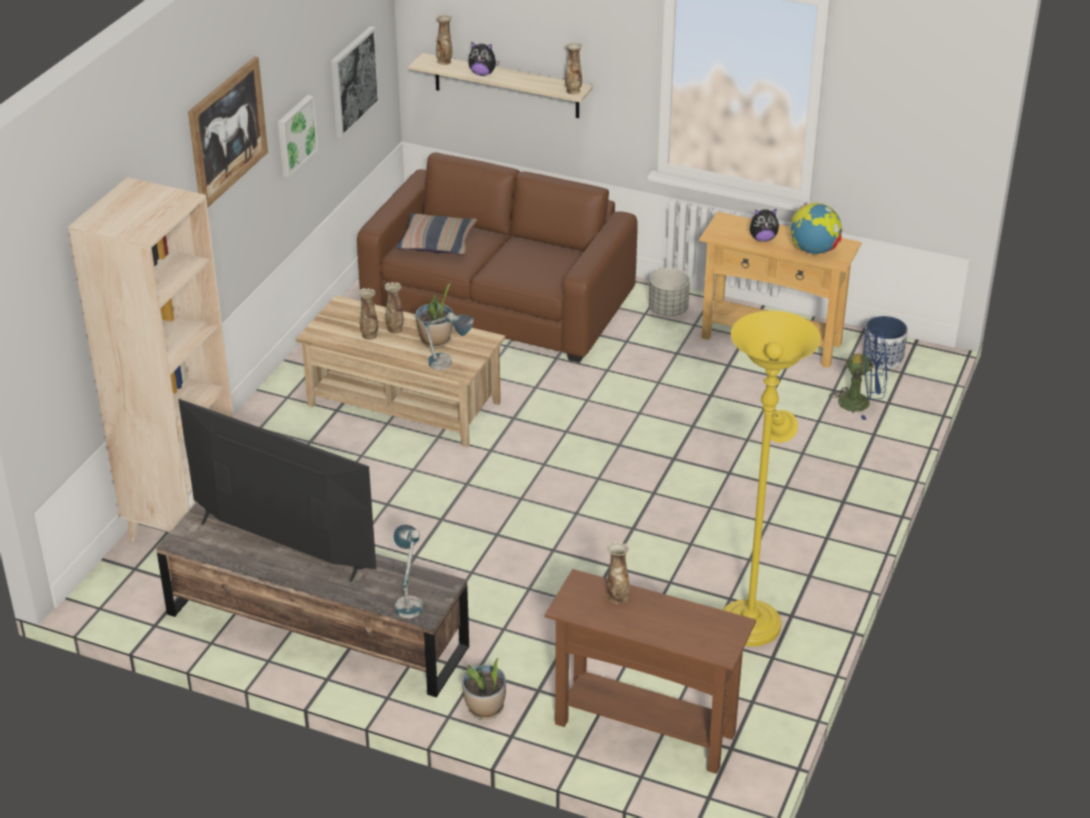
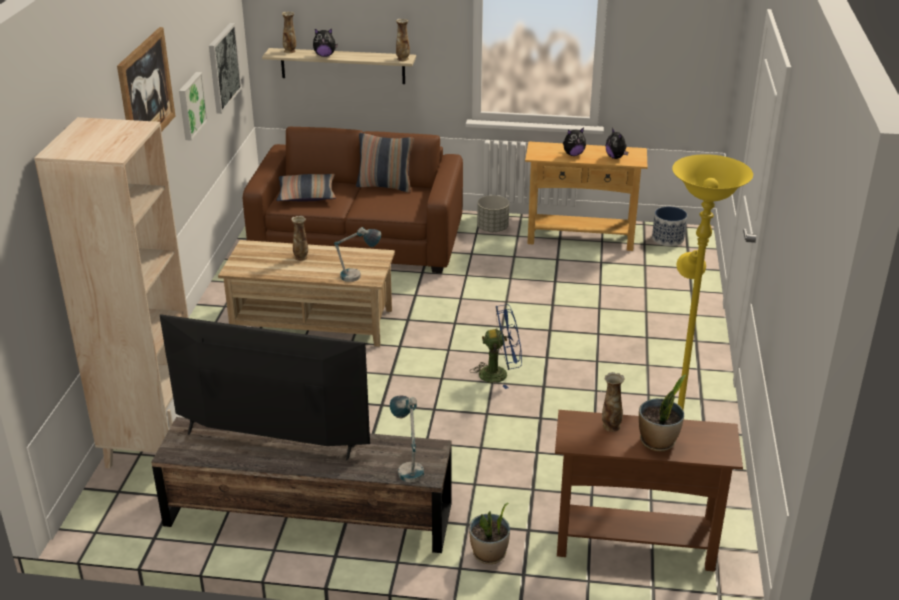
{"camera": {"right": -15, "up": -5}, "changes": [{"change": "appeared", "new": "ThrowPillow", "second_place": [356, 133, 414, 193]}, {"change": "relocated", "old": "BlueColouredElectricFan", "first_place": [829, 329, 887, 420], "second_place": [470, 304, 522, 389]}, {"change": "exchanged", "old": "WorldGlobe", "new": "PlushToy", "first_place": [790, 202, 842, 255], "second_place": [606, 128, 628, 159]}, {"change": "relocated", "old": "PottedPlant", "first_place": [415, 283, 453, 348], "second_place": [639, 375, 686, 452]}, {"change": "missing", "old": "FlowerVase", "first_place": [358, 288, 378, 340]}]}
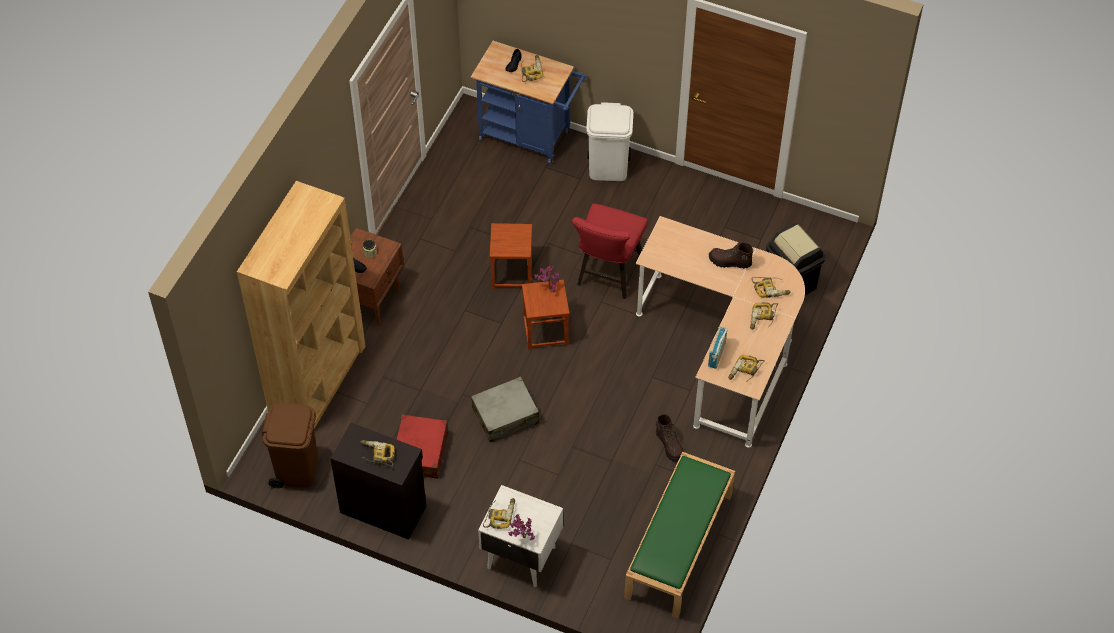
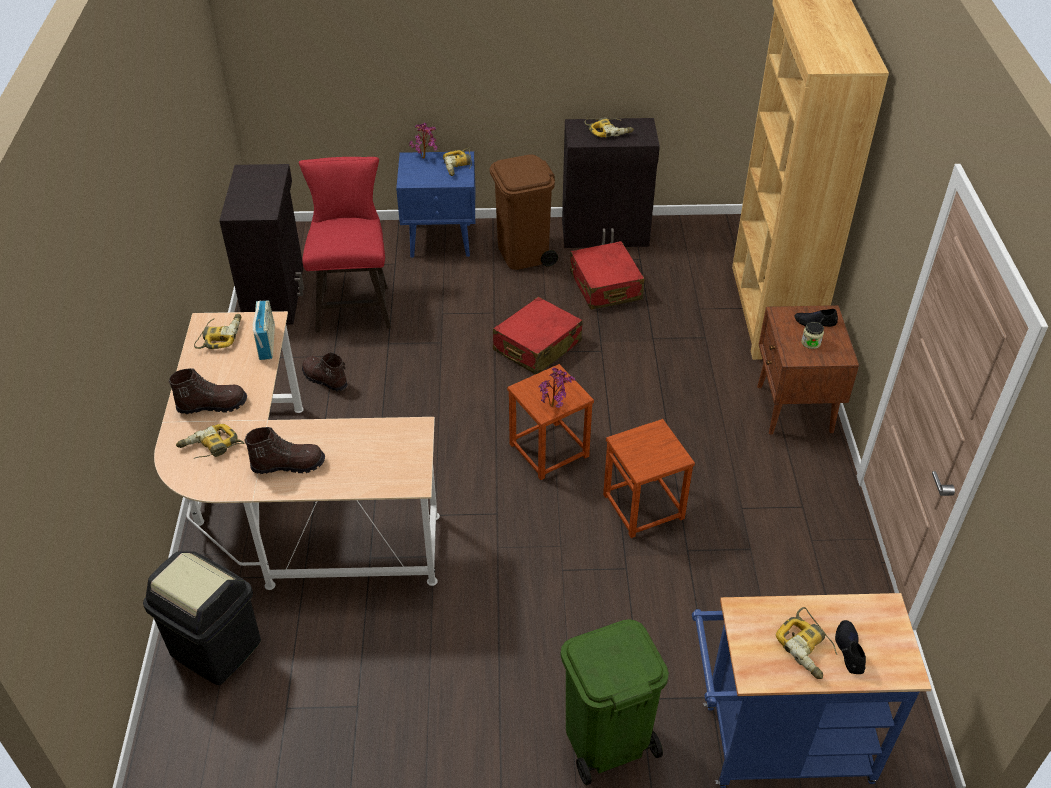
{"camera": {"right": 155, "up": -10}, "changes": [{"change": "exchanged", "old": "ElectricDrill", "new": "BrownHighTopBoot", "first_place": [750, 302, 778, 330], "second_place": [169, 368, 247, 414]}, {"change": "exchanged", "old": "GreenColouredLongSeat", "new": "BlackishCabinet", "first_place": [624, 452, 735, 619], "second_place": [219, 164, 304, 325]}, {"change": "relocated", "old": "RedStool", "first_place": [572, 203, 648, 299], "second_place": [299, 157, 391, 332]}, {"change": "colour", "old": "WhiteColouredNightTable", "new": "BlueColouredNightTable", "first_place": [478, 485, 563, 587], "second_place": [396, 151, 475, 258]}, {"change": "relocated", "old": "BrownTrashCan", "first_place": [262, 403, 318, 488], "second_place": [490, 155, 558, 270]}, {"change": "colour", "old": "GreyishSuitcase", "new": "RedSuitcase", "first_place": [471, 376, 540, 442], "second_place": [493, 297, 582, 374]}, {"change": "colour", "old": "WhiteColouredTrashCan", "new": "GreenColouredTrashCan", "first_place": [586, 102, 633, 181], "second_place": [561, 619, 669, 785]}]}
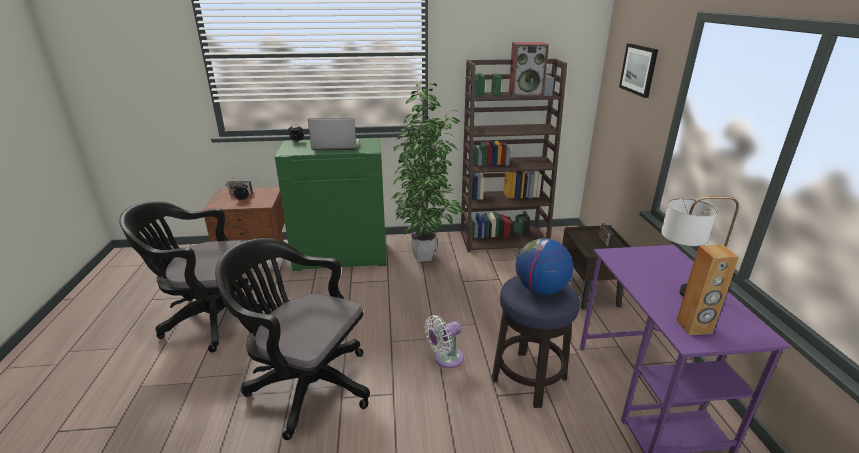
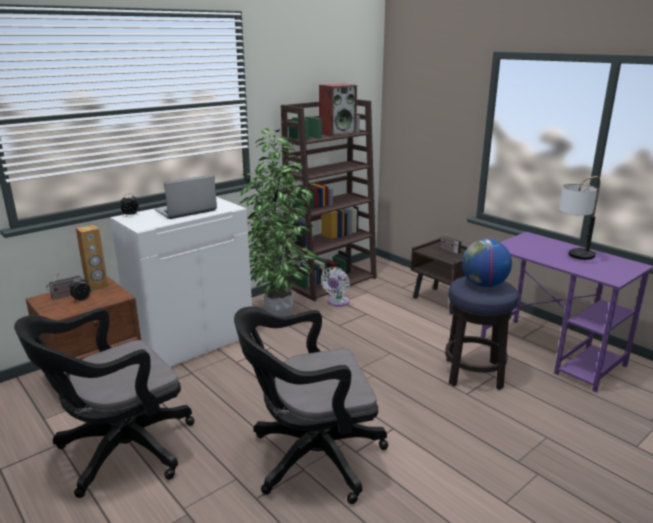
{"camera": {"right": -35, "up": -5}, "changes": [{"change": "relocated", "old": "BrownAudioSpeaker", "first_place": [676, 245, 739, 335], "second_place": [76, 225, 108, 292]}, {"change": "colour", "old": "GreenColouredCabinet", "new": "WhiteColouredCabinet", "first_place": [275, 138, 387, 271], "second_place": [110, 197, 253, 367]}, {"change": "relocated", "old": "WhiteColouredElectricFan", "first_place": [425, 315, 464, 368], "second_place": [321, 267, 350, 306]}, {"change": "missing", "old": "WallPicture", "first_place": [619, 43, 658, 98]}]}
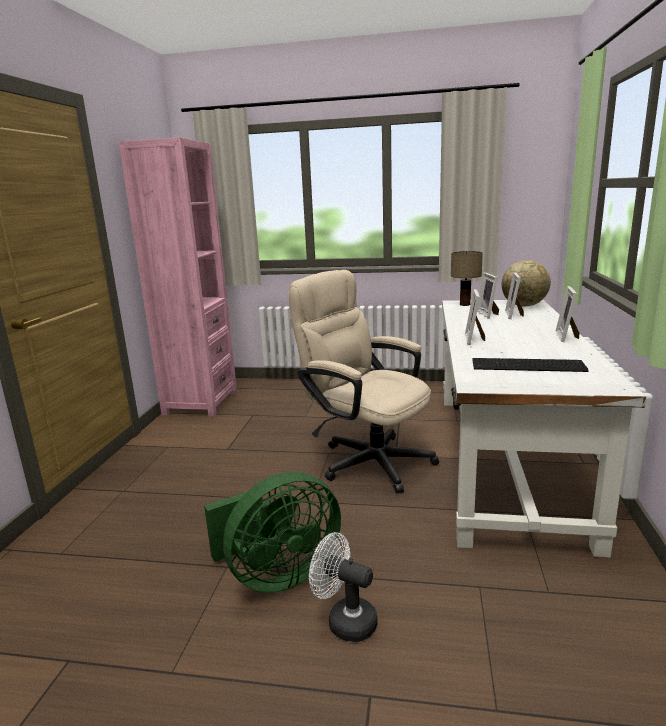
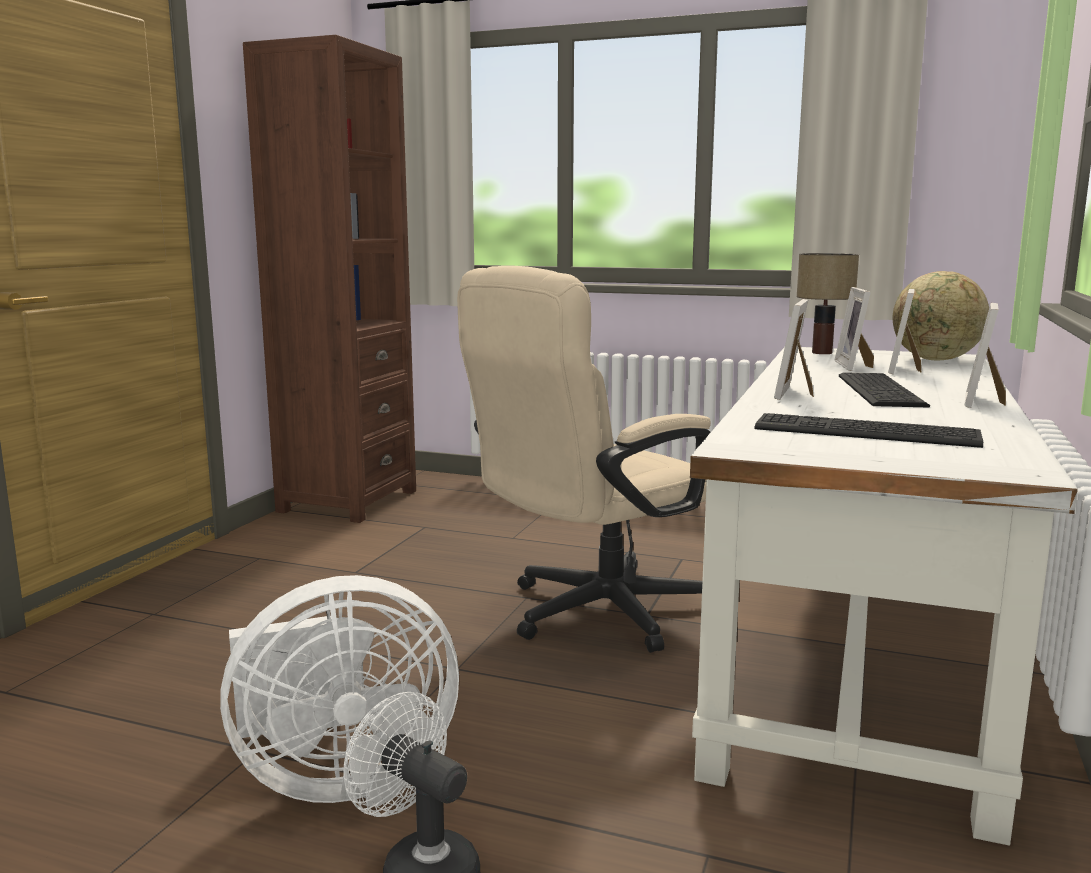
{"camera": {"right": 10, "up": -5}, "changes": [{"change": "colour", "old": "GreenColouredElectricFan", "new": "WhiteColouredElectricFan", "first_place": [204, 472, 341, 593], "second_place": [220, 575, 459, 803]}, {"change": "colour", "old": "PinkColouredBookcase", "new": "BrownBookcase", "first_place": [119, 137, 237, 417], "second_place": [243, 35, 416, 523]}, {"change": "spun", "old": "BeigeColouredComputerChair", "first_place": [288, 270, 439, 493], "second_place": [457, 266, 711, 653], "degrees": -90}, {"change": "appeared", "new": "PcKeyboard", "second_place": [839, 372, 930, 408]}]}
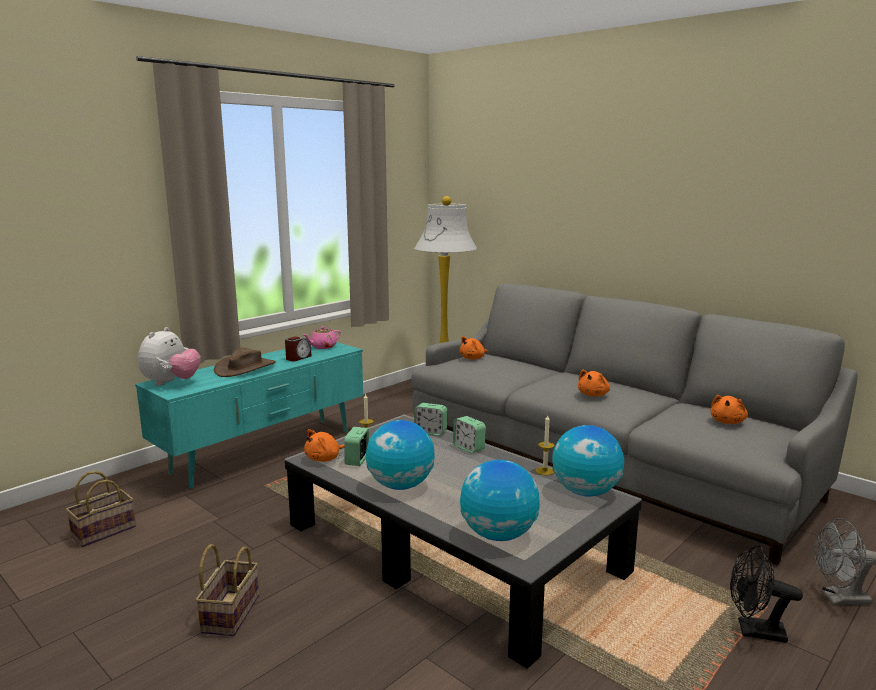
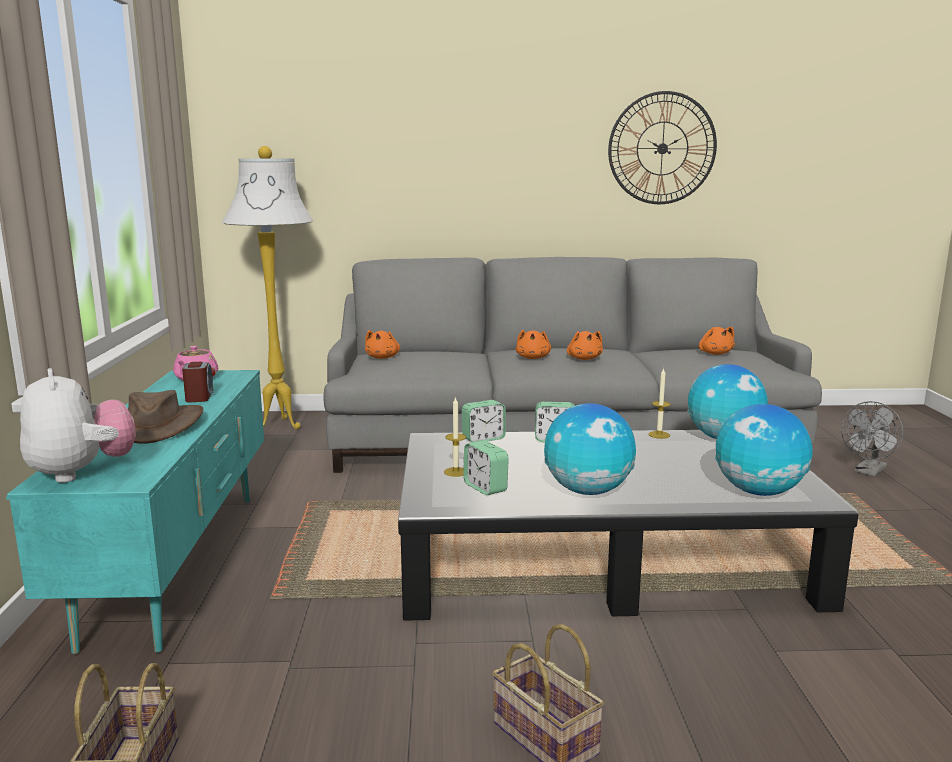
{"camera": {"right": -45, "up": 0}, "changes": [{"change": "relocated", "old": "OrangeColouredPlushToy", "first_place": [304, 429, 344, 462], "second_place": [516, 330, 551, 359]}, {"change": "appeared", "new": "ClockOnTheWall", "second_place": [608, 91, 717, 204]}, {"change": "missing", "old": "BlackishElectricFan", "first_place": [730, 545, 803, 643]}]}
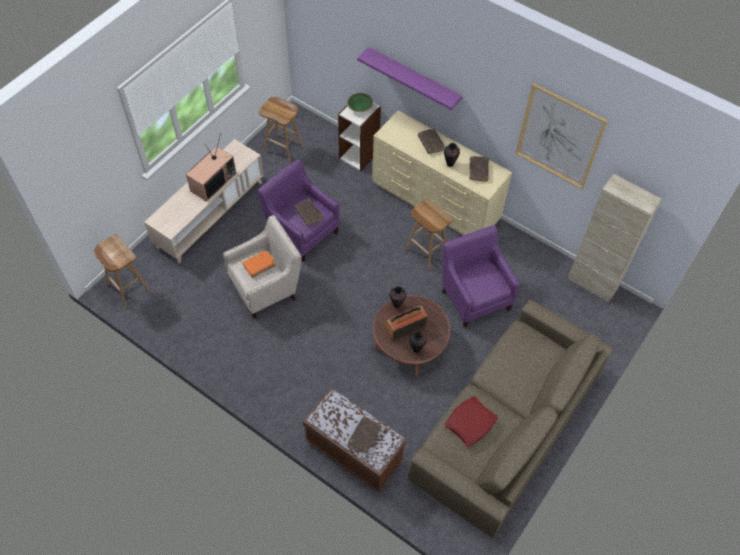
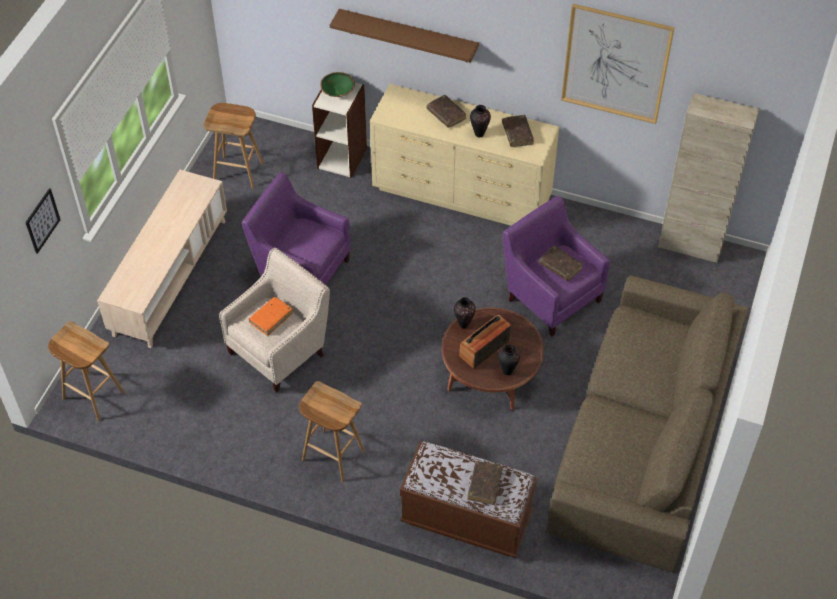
{"camera": {"right": -15, "up": -5}, "changes": [{"change": "appeared", "new": "WallPicture", "second_place": [25, 188, 60, 254]}, {"change": "relocated", "old": "BrownStool", "first_place": [405, 198, 453, 270], "second_place": [299, 381, 365, 482]}, {"change": "colour", "old": "PurplishShelf", "new": "BrownShelf", "first_place": [357, 47, 463, 110], "second_place": [330, 9, 479, 63]}, {"change": "relocated", "old": "BrownVolume", "first_place": [294, 198, 323, 226], "second_place": [539, 246, 582, 281]}, {"change": "missing", "old": "Television", "first_place": [186, 133, 236, 202]}, {"change": "missing", "old": "RedThrowPillow", "first_place": [445, 396, 498, 447]}]}
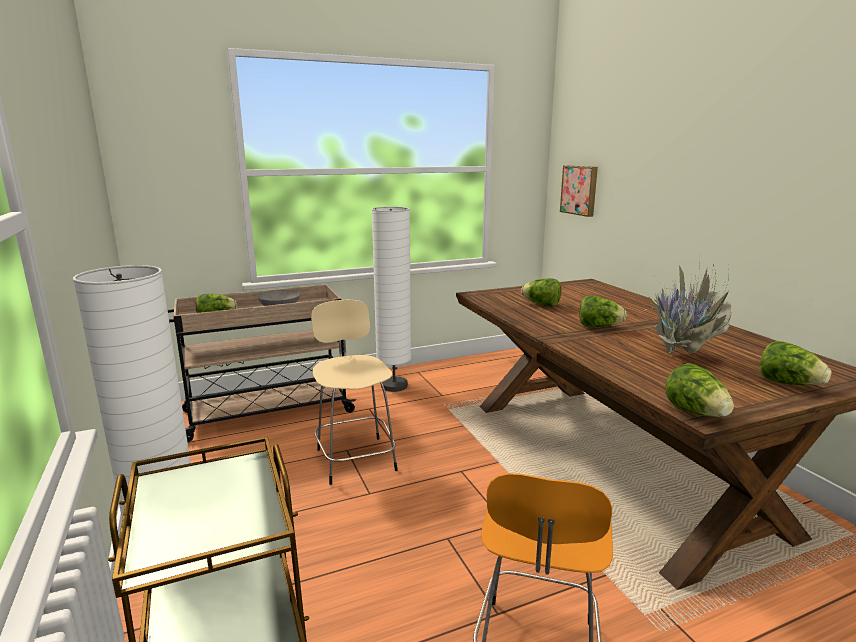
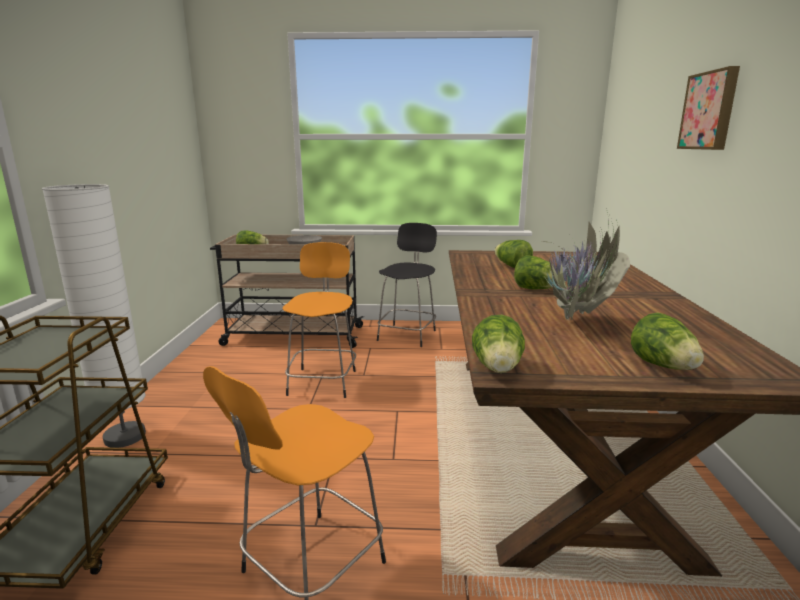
{"camera": {"right": 25, "up": 0}, "changes": [{"change": "colour", "old": "BeigeColouredStool", "new": "OrangeColouredStool", "first_place": [311, 300, 397, 485], "second_place": [283, 242, 356, 398]}, {"change": "exchanged", "old": "WhiteColouredStandingLamp", "new": "BlackishStool", "first_place": [372, 207, 411, 392], "second_place": [377, 223, 437, 347]}, {"change": "relocated", "old": "WallPicture", "first_place": [560, 166, 598, 217], "second_place": [677, 66, 740, 150]}]}
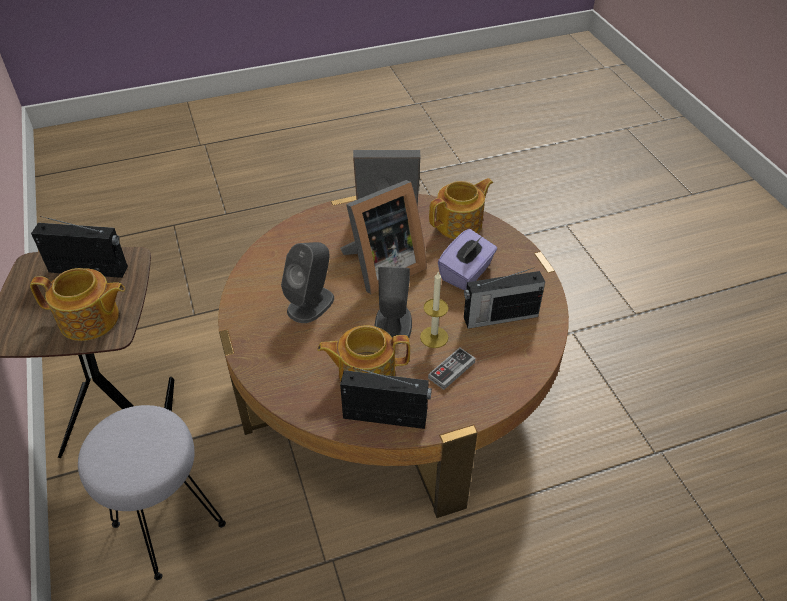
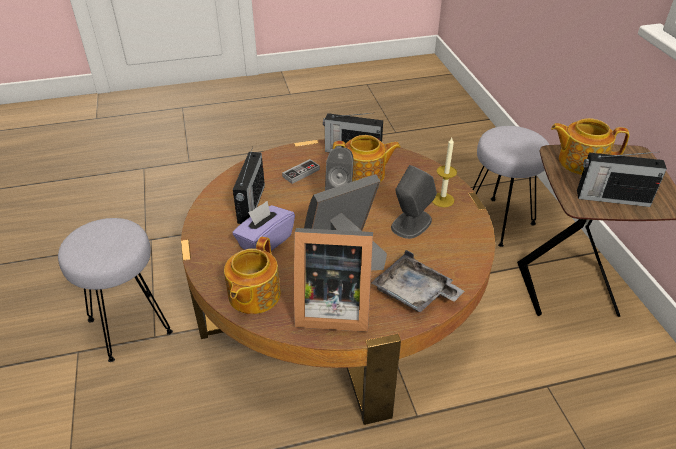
{"camera": {"right": -175, "up": -5}, "changes": [{"change": "appeared", "new": "GreyishStool", "second_place": [58, 218, 173, 362]}, {"change": "spun", "old": "Teapot", "first_place": [429, 178, 493, 239], "second_place": [224, 237, 281, 314], "degrees": -45}, {"change": "spun", "old": "Radio", "first_place": [464, 267, 545, 329], "second_place": [233, 147, 265, 224], "degrees": 105}, {"change": "appeared", "new": "GreyishTray", "second_place": [371, 250, 464, 312]}, {"change": "relocated", "old": "WaxCandle", "first_place": [420, 272, 449, 348], "second_place": [432, 138, 457, 207]}]}
